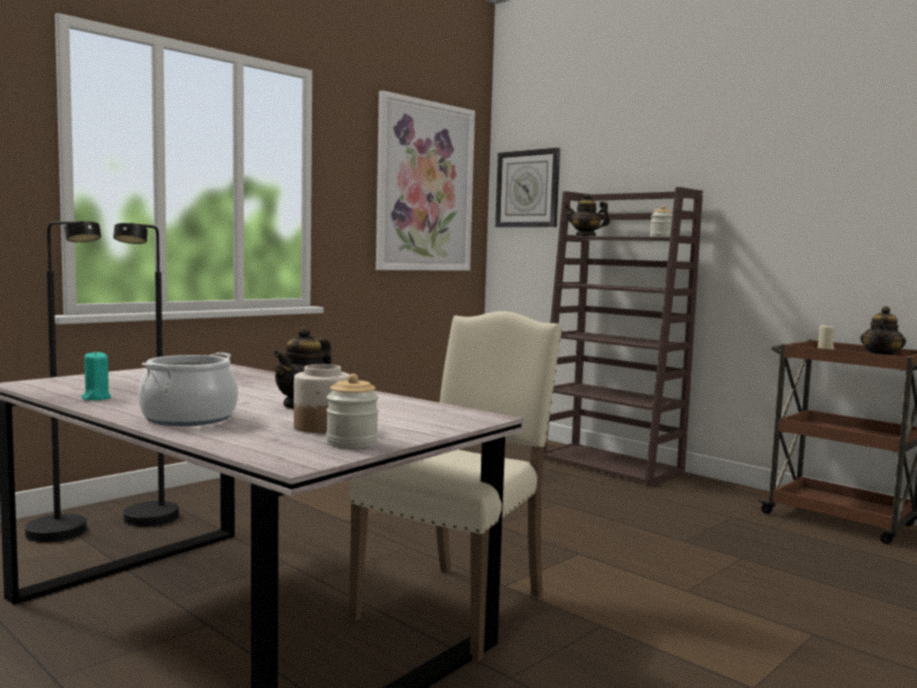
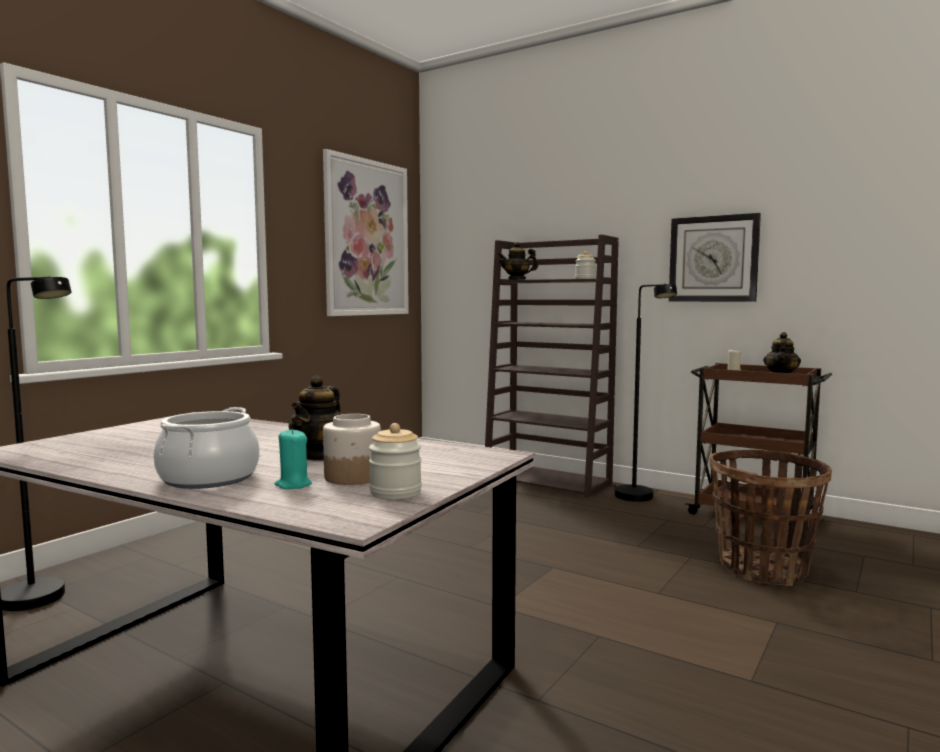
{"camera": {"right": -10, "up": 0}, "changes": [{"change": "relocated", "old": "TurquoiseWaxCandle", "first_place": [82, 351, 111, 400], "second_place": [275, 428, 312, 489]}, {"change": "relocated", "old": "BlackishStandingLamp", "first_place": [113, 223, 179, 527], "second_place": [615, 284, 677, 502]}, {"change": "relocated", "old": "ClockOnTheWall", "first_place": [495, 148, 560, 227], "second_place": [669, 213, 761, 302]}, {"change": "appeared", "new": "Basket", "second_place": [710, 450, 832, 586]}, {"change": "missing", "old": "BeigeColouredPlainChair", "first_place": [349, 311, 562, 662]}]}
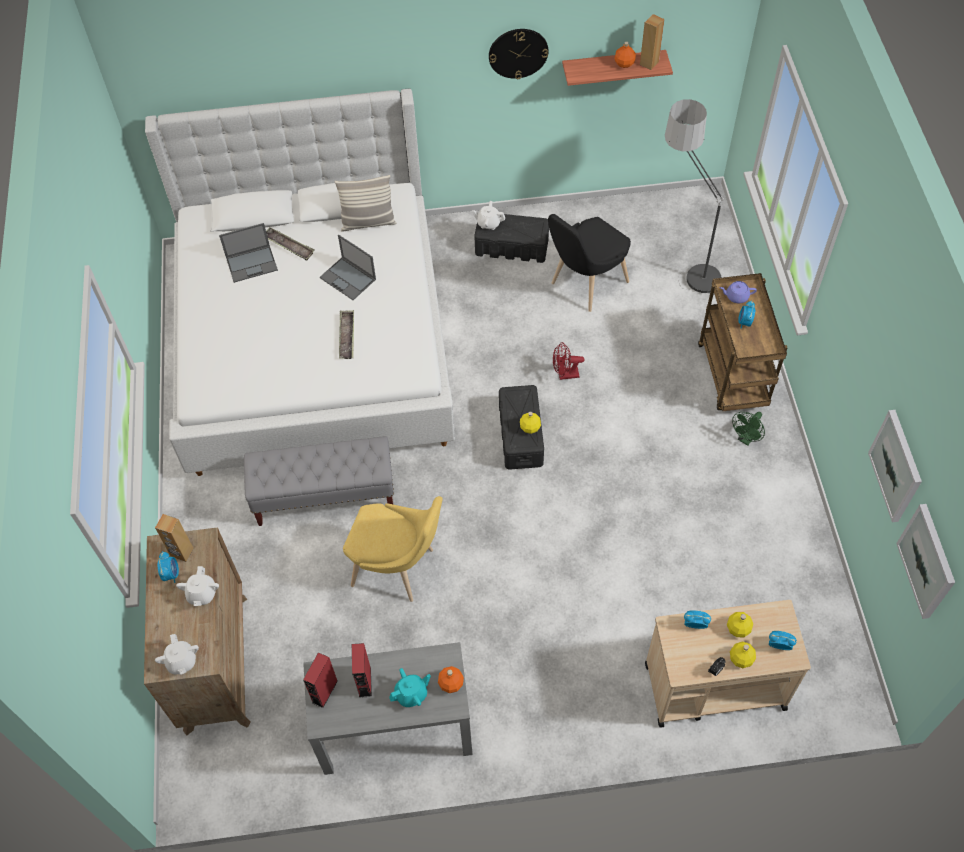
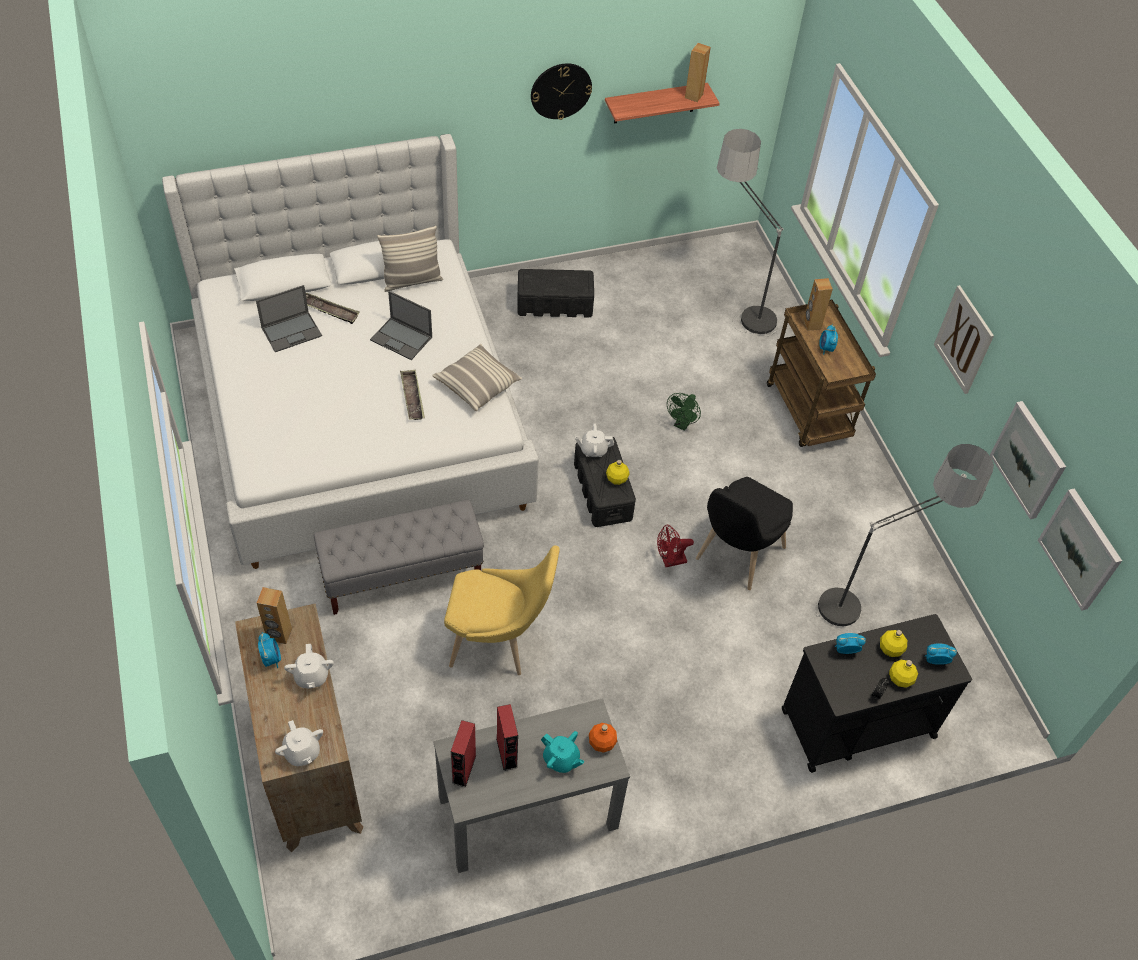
{"camera": {"right": -15, "up": -5}, "changes": [{"change": "appeared", "new": "ThrowPillow", "second_place": [432, 344, 522, 411]}, {"change": "spun", "old": "TurquoiseTeapot", "first_place": [389, 668, 431, 707], "second_place": [541, 731, 585, 773], "degrees": 75}, {"change": "relocated", "old": "WhiteColouredTeapot", "first_place": [472, 201, 505, 230], "second_place": [575, 424, 614, 457]}, {"change": "relocated", "old": "RedElectricFan", "first_place": [553, 342, 584, 380], "second_place": [657, 525, 694, 567]}, {"change": "relocated", "old": "GreenColouredElectricFan", "first_place": [732, 412, 765, 446], "second_place": [667, 393, 701, 431]}, {"change": "relocated", "old": "BlackishPlainChair", "first_place": [548, 214, 631, 312], "second_place": [696, 477, 793, 590]}, {"change": "colour", "old": "BeigeColouredCart", "new": "BlackishCart", "first_place": [645, 600, 811, 728], "second_place": [782, 614, 972, 773]}, {"change": "exchanged", "old": "PurplishTeapot", "new": "BrownAudioSpeaker", "first_place": [720, 281, 757, 303], "second_place": [803, 278, 833, 331]}, {"change": "appeared", "new": "StandingLamp", "second_place": [814, 444, 994, 626]}, {"change": "appeared", "new": "WallPicture", "second_place": [934, 285, 994, 394]}, {"change": "missing", "old": "OrangeColouredDrinkBottle", "first_place": [615, 42, 636, 68]}]}
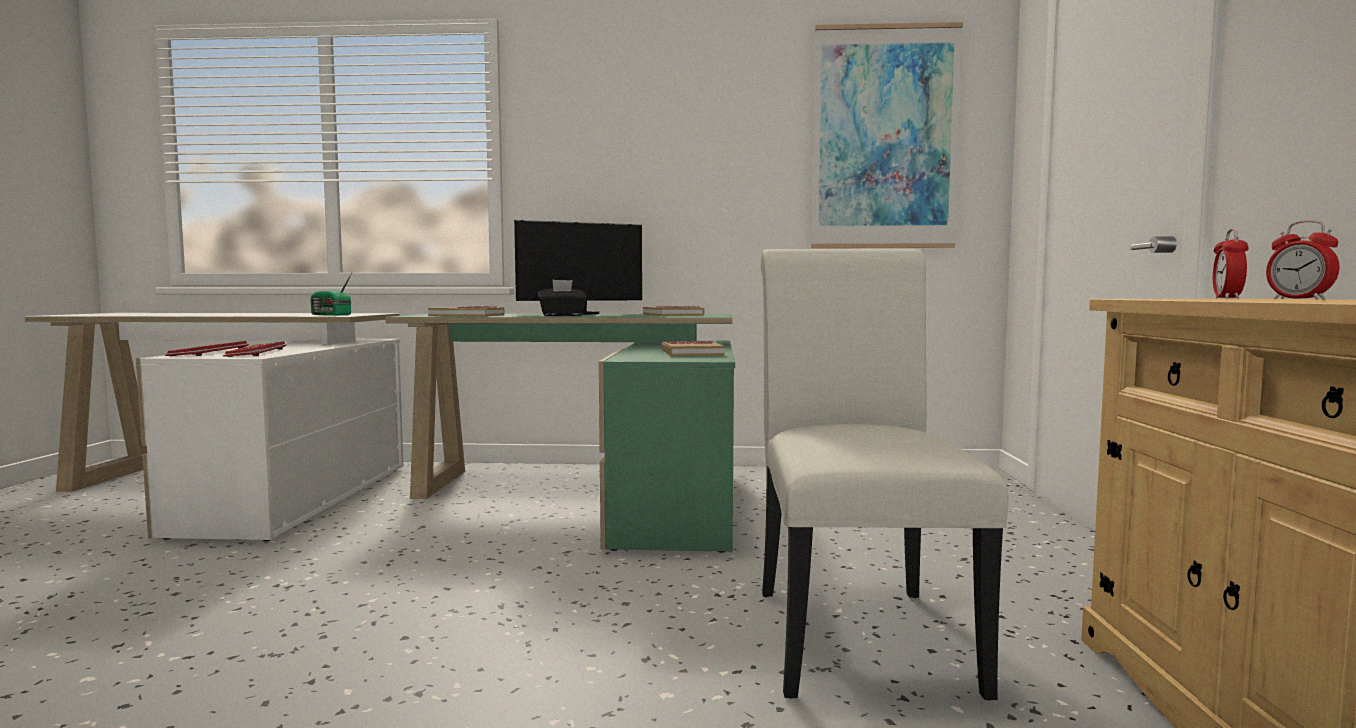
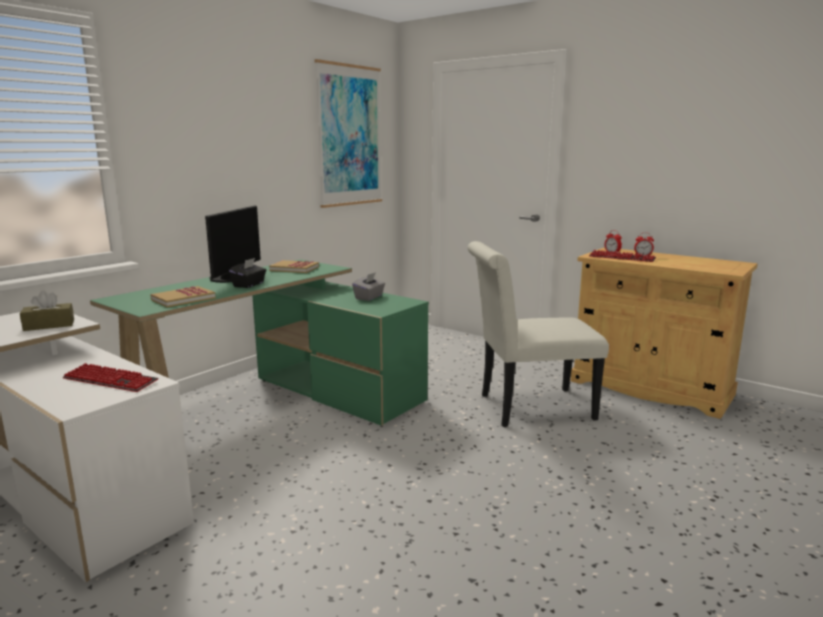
{"camera": {"right": -55, "up": 10}, "changes": [{"change": "exchanged", "old": "Radio", "new": "BrownTissueBox", "first_place": [310, 273, 352, 315], "second_place": [20, 291, 74, 331]}, {"change": "exchanged", "old": "Volume", "new": "GreyishTissueBox", "first_place": [661, 341, 725, 356], "second_place": [352, 272, 385, 301]}, {"change": "spun", "old": "WhiteColouredPlainChair", "first_place": [761, 249, 1008, 700], "second_place": [467, 241, 609, 427], "degrees": -45}, {"change": "relocated", "old": "PcKeyboard", "first_place": [165, 341, 249, 356], "second_place": [589, 250, 656, 262]}]}
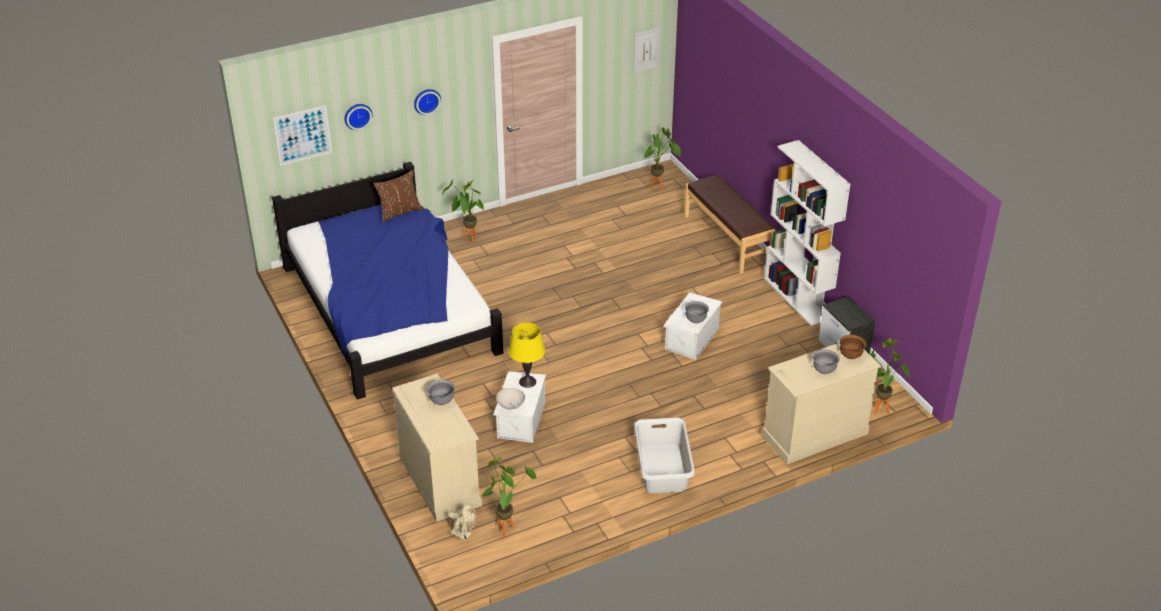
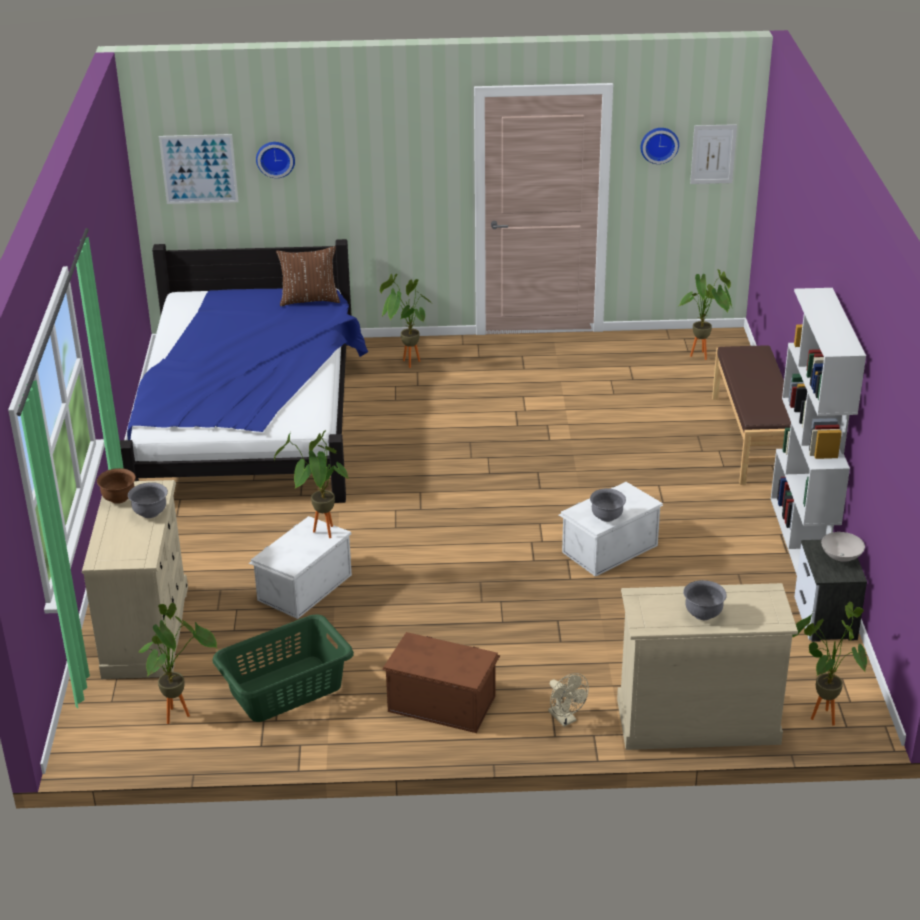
{"camera": {"right": 25, "up": -5}, "changes": [{"change": "relocated", "old": "BrownServingBowl", "first_place": [839, 335, 866, 359], "second_place": [97, 468, 136, 504]}, {"change": "appeared", "new": "GreenColouredLaundryBasket", "second_place": [212, 614, 354, 722]}, {"change": "exchanged", "old": "YellowTableLamp", "new": "PottedPlant", "first_place": [509, 322, 545, 388], "second_place": [274, 430, 349, 538]}, {"change": "exchanged", "old": "GreyishLaundryBasket", "new": "BrownStorageBin", "first_place": [634, 418, 695, 493], "second_place": [382, 632, 500, 733]}, {"change": "relocated", "old": "BeigeColouredElectricFan", "first_place": [448, 504, 477, 541], "second_place": [548, 673, 589, 727]}, {"change": "relocated", "old": "ClockOnTheWall", "first_place": [414, 89, 441, 115], "second_place": [640, 128, 679, 164]}, {"change": "relocated", "old": "WhiteColouredServingBowl", "first_place": [496, 388, 525, 409], "second_place": [821, 532, 865, 562]}]}
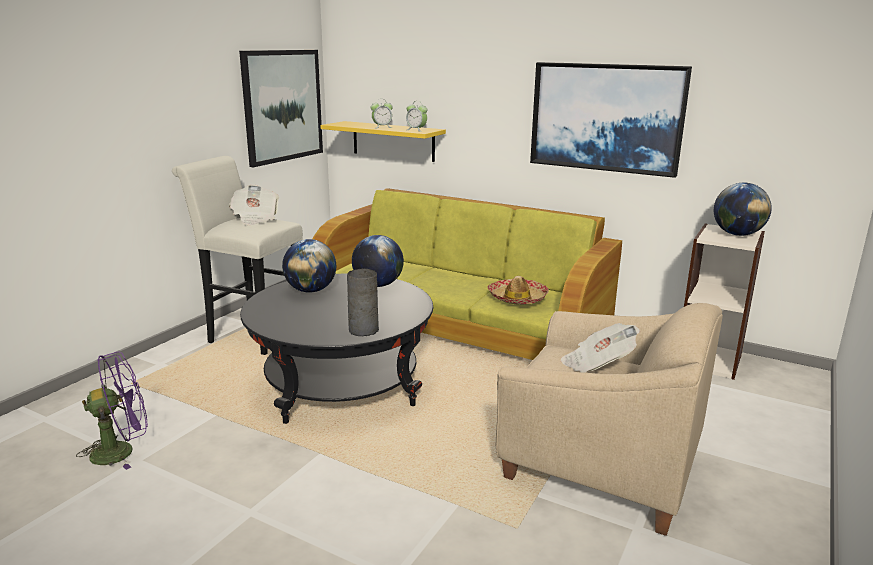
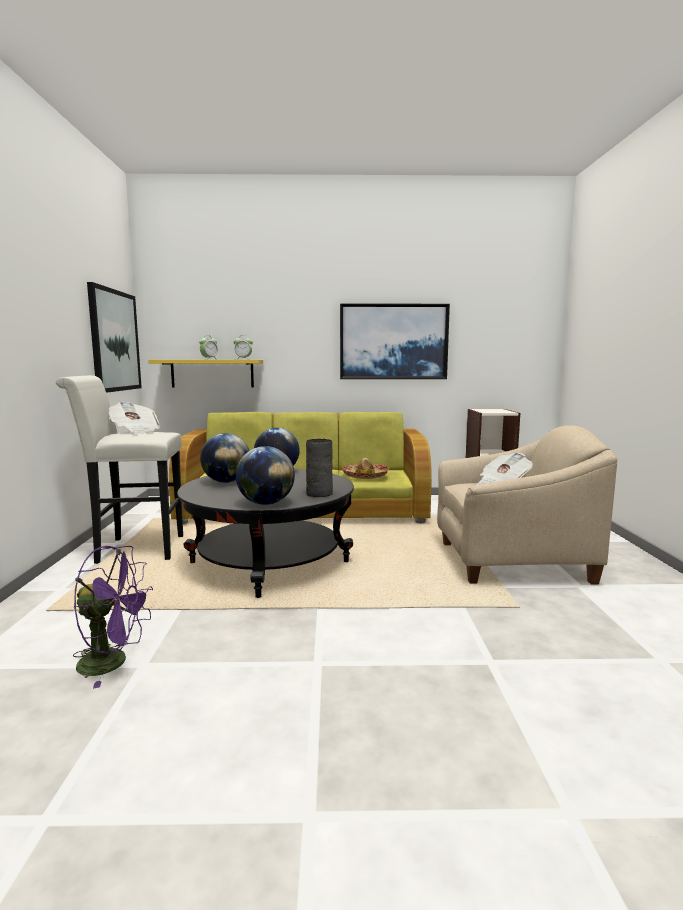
{"camera": {"right": -30, "up": -10}, "changes": [{"change": "spun", "old": "PurplishElectricFan", "first_place": [76, 352, 148, 470], "second_place": [73, 546, 153, 689], "degrees": 60}, {"change": "relocated", "old": "WorldGlobe", "first_place": [714, 183, 772, 236], "second_place": [236, 446, 295, 505]}]}
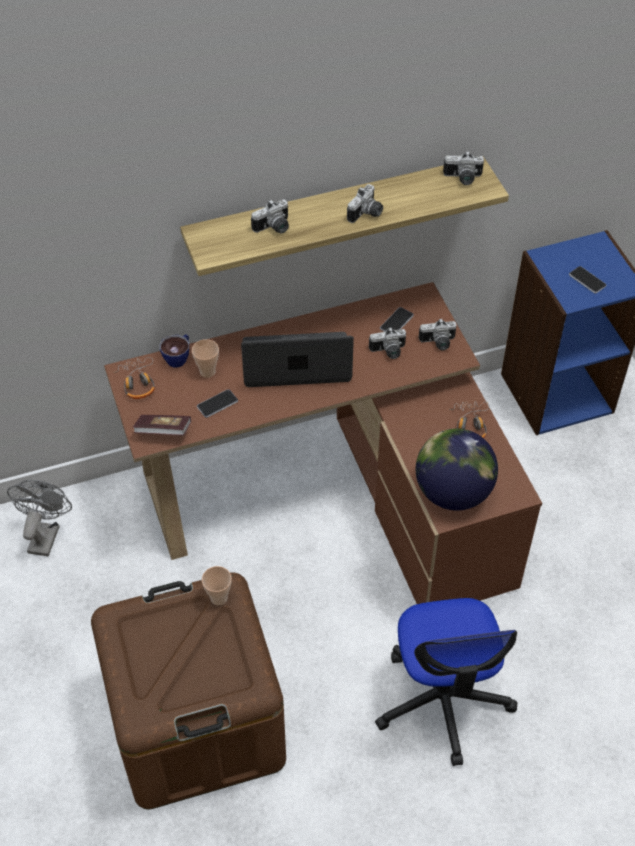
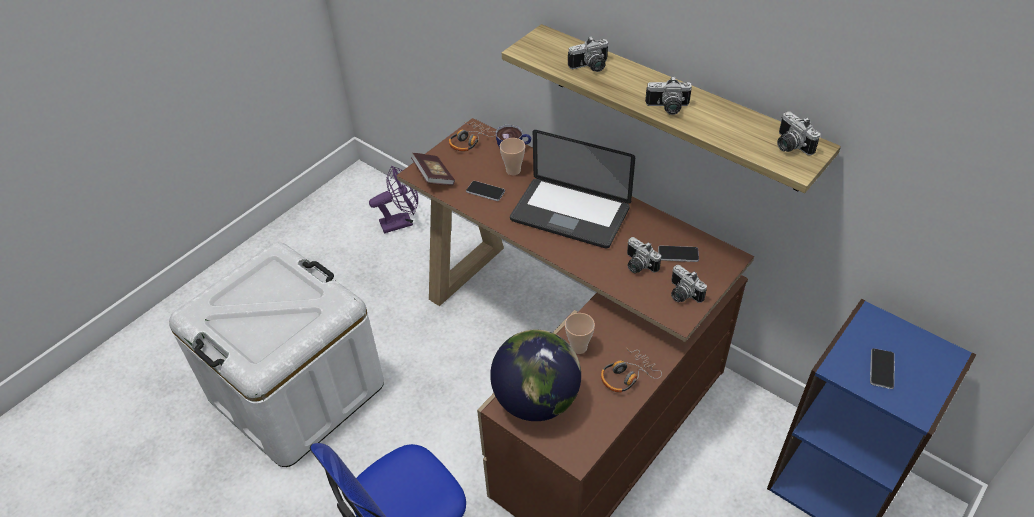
{"camera": {"right": 60, "up": -5}, "changes": [{"change": "colour", "old": "BrownStorageBin", "new": "WhiteColouredStorageBin", "first_place": [91, 572, 286, 809], "second_place": [169, 242, 384, 467]}, {"change": "colour", "old": "GreyishElectricFan", "new": "PurplishElectricFan", "first_place": [7, 480, 72, 556], "second_place": [369, 166, 418, 233]}, {"change": "spun", "old": "NotebookComputer", "first_place": [241, 332, 354, 387], "second_place": [510, 130, 635, 249], "degrees": 150}, {"change": "relocated", "old": "Cup", "first_place": [202, 566, 232, 606], "second_place": [565, 313, 595, 354]}, {"change": "spun", "old": "PhotoCamera", "first_place": [251, 199, 289, 233], "second_place": [568, 36, 608, 72], "degrees": -45}]}
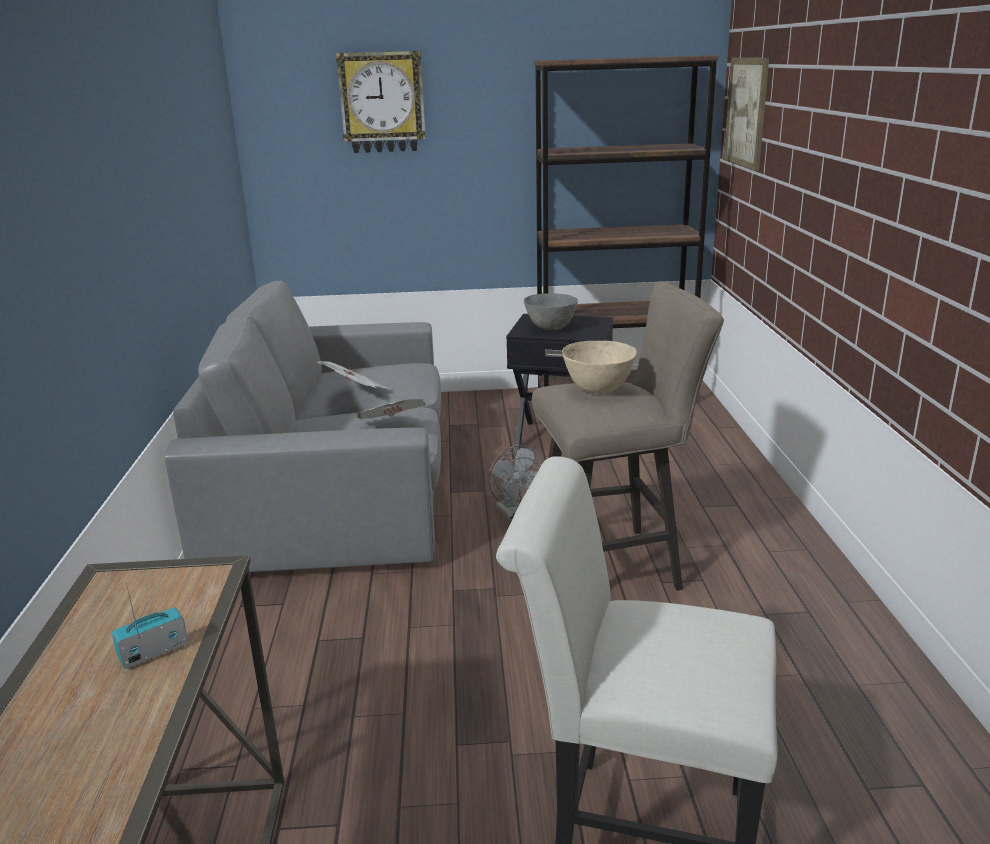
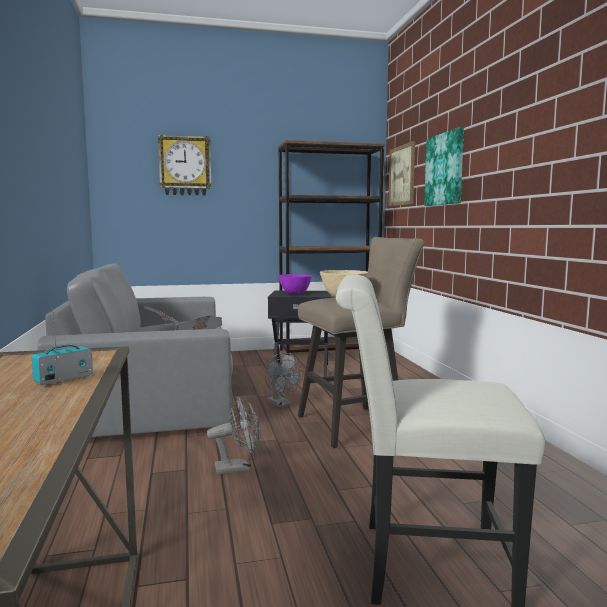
{"camera": {"right": -10, "up": -15}, "changes": [{"change": "appeared", "new": "GreyishElectricFan", "second_place": [207, 397, 260, 475]}, {"change": "colour", "old": "GreyishServingBowl", "new": "PurplishServingBowl", "first_place": [524, 293, 578, 330], "second_place": [278, 274, 312, 294]}, {"change": "appeared", "new": "WallPicture", "second_place": [424, 127, 464, 206]}]}
